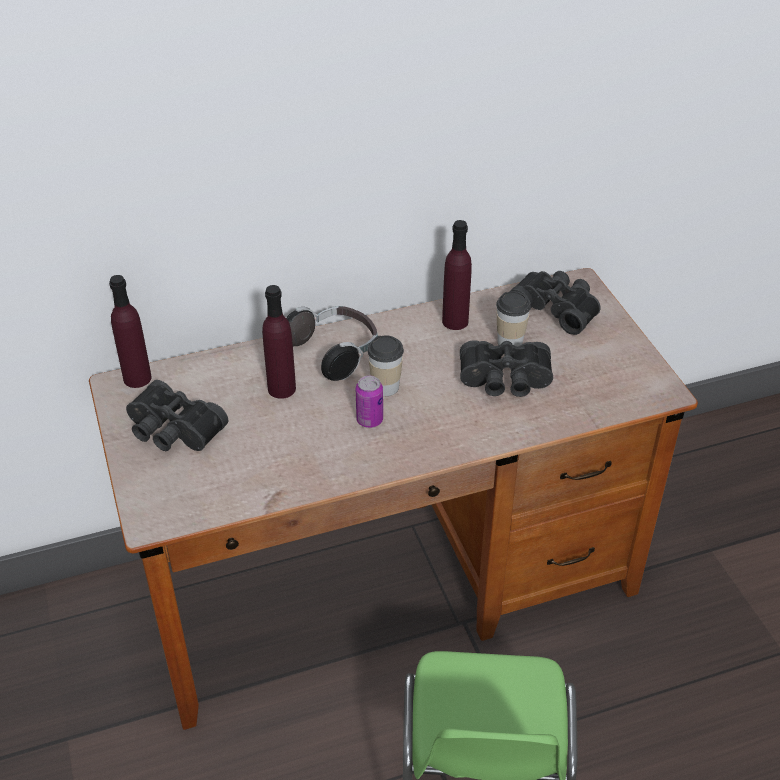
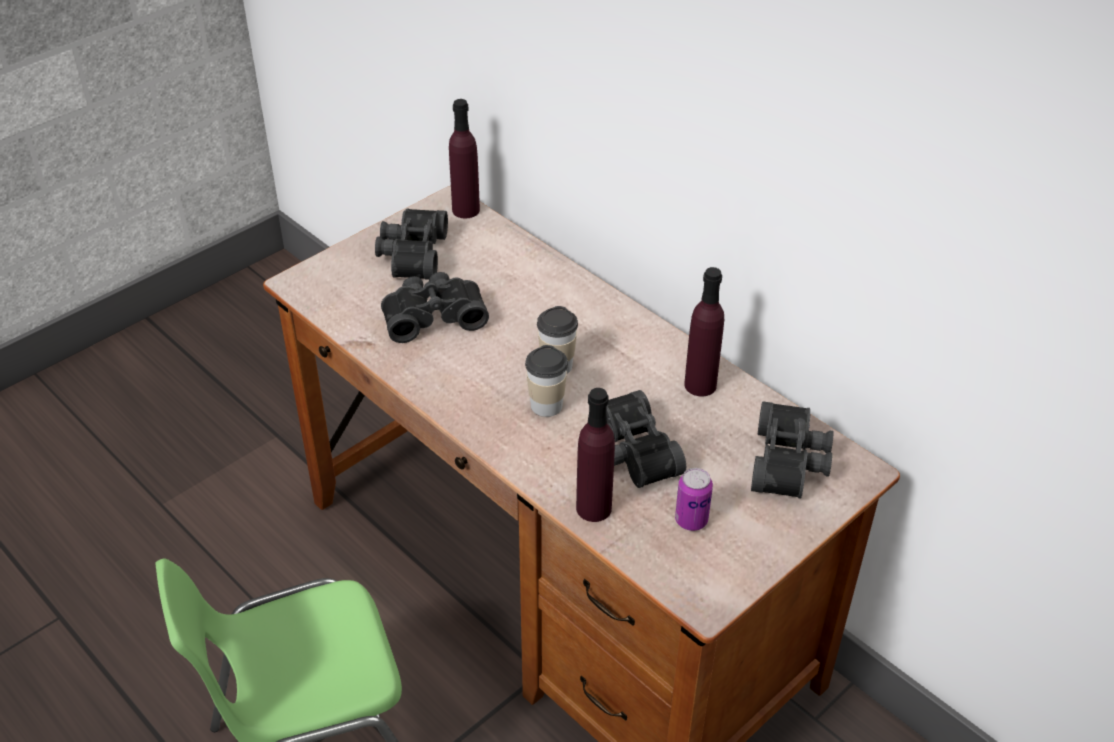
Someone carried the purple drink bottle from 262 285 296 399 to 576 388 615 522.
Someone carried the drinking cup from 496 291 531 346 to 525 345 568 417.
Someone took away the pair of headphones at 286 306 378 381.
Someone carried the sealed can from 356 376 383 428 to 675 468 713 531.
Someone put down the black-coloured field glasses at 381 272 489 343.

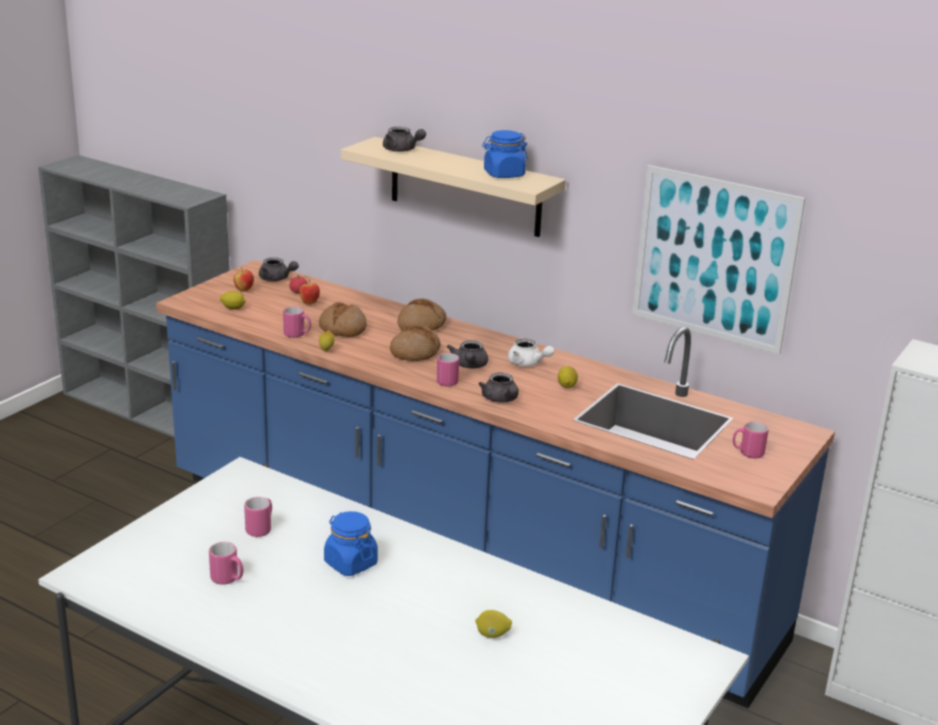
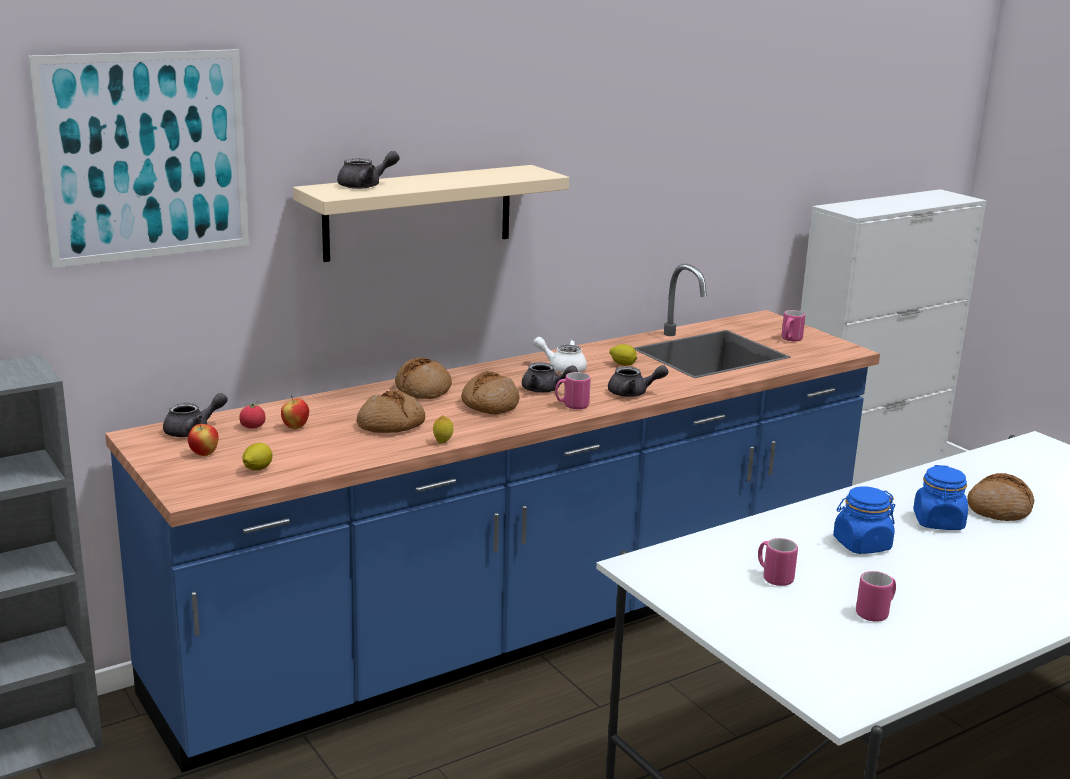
Someone carried the bluish storage jar from 482 130 528 178 to 913 465 968 530.
Someone carried the picture from 632 165 805 354 to 28 49 249 268.
Someone took away the pink-coloured mug at 283 307 311 338.
Someone rotated the whitish tea pot at 508 339 554 367 by 135 degrees counterclockwise.
Someone swapped the citrus fruit at 475 610 512 638 for the baked bread at 967 473 1035 521.

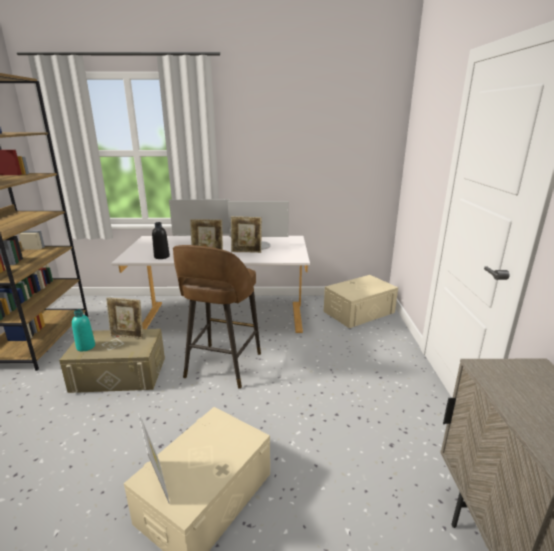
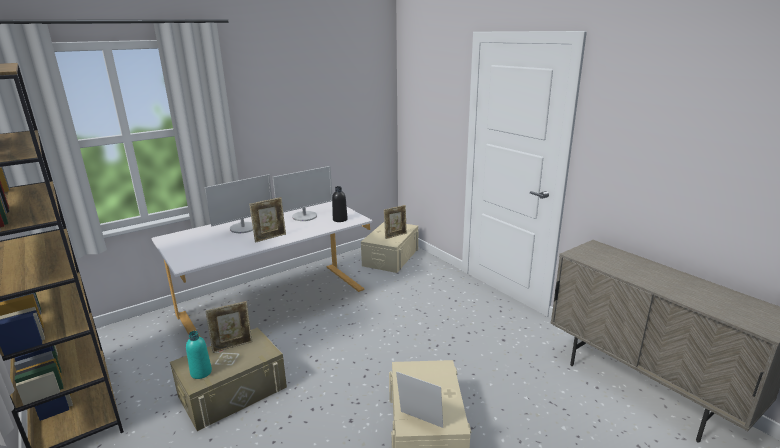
Someone carried the picture frame from 231 216 262 253 to 384 205 407 239.
Someone carried the black-coloured drink bottle from 152 222 170 259 to 332 186 348 222.
Someone took away the brown stool at 173 245 261 389.

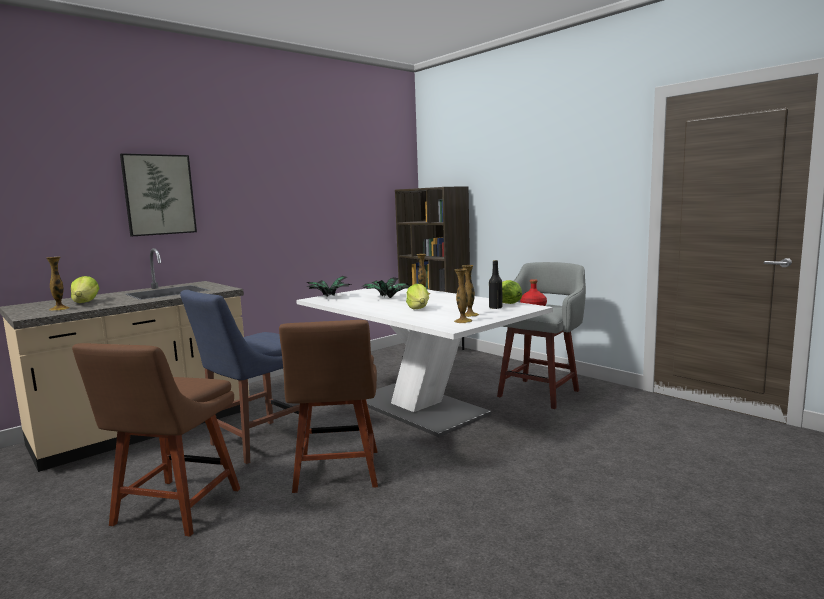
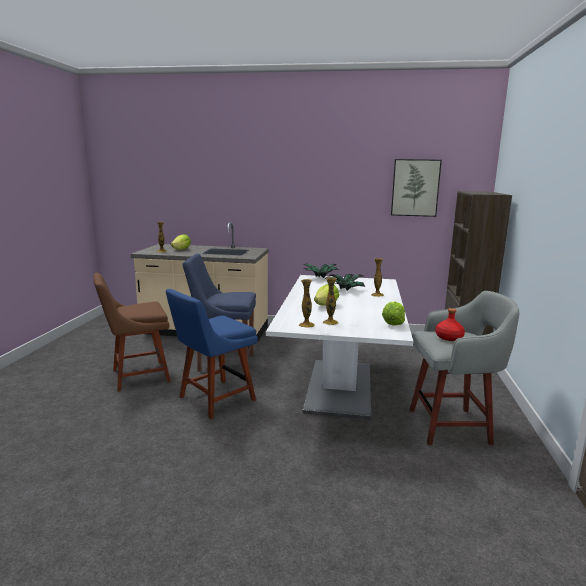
Someone carried the picture from 120 153 197 236 to 391 159 442 217.
Someone took away the black-coloured drink bottle at 489 260 502 309.
Someone repainted the brown chair at 279 320 378 493, which became the bluish chair at 166 289 258 419.

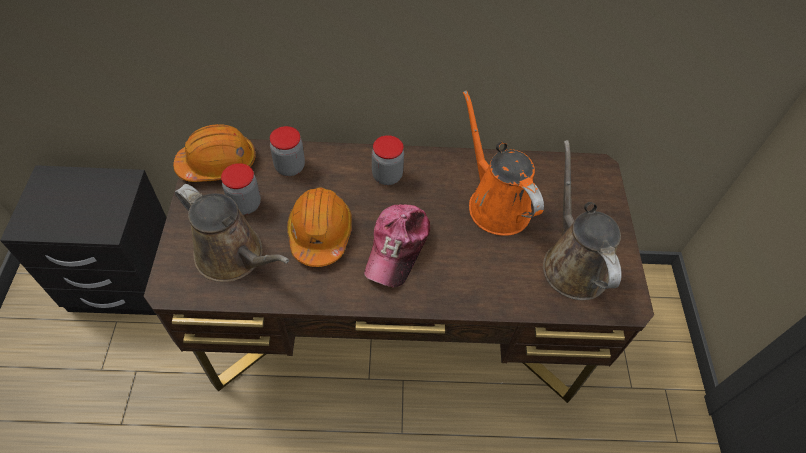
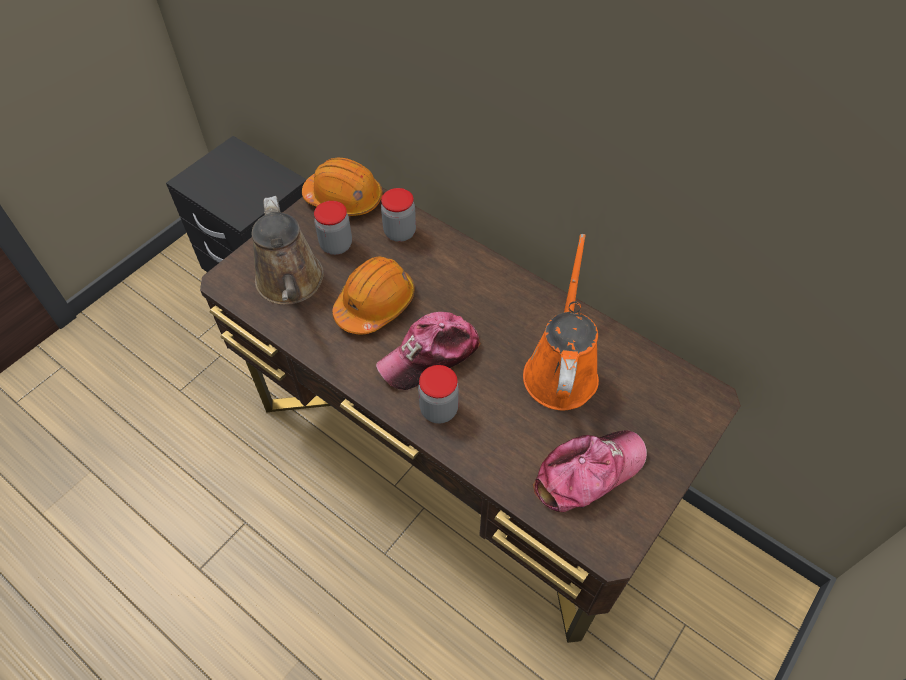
Someone carried the storage jar from 372 135 404 185 to 418 365 459 424.
Someone swapped the brown watering can at 543 140 622 300 for the peaked cap at 533 430 647 512.

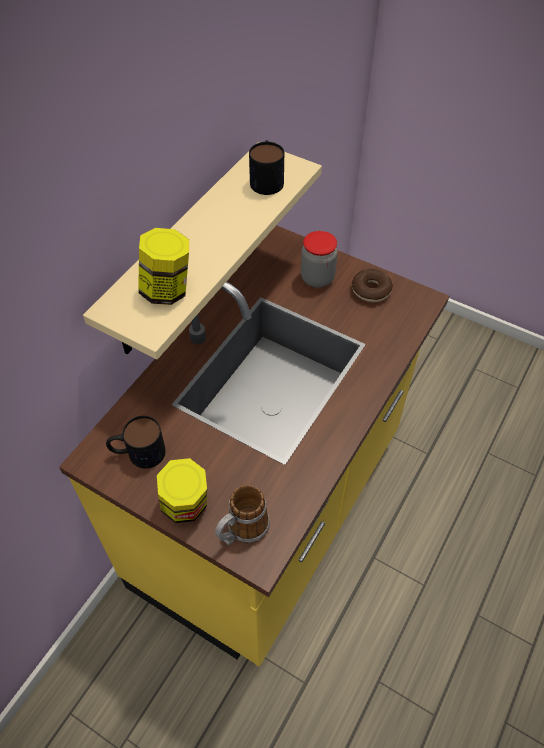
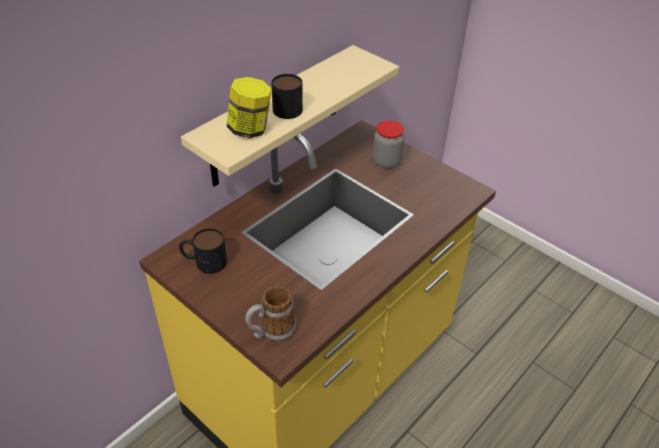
Someone carried the mug from 249 140 284 195 to 272 74 303 119.
Someone took away the donut at 352 269 393 302.
Someone took away the storage jar at 157 458 207 523.

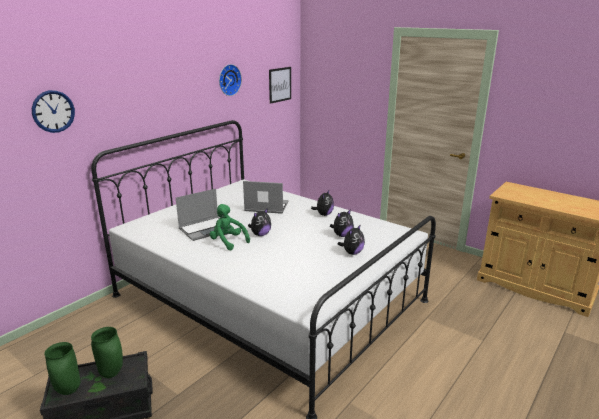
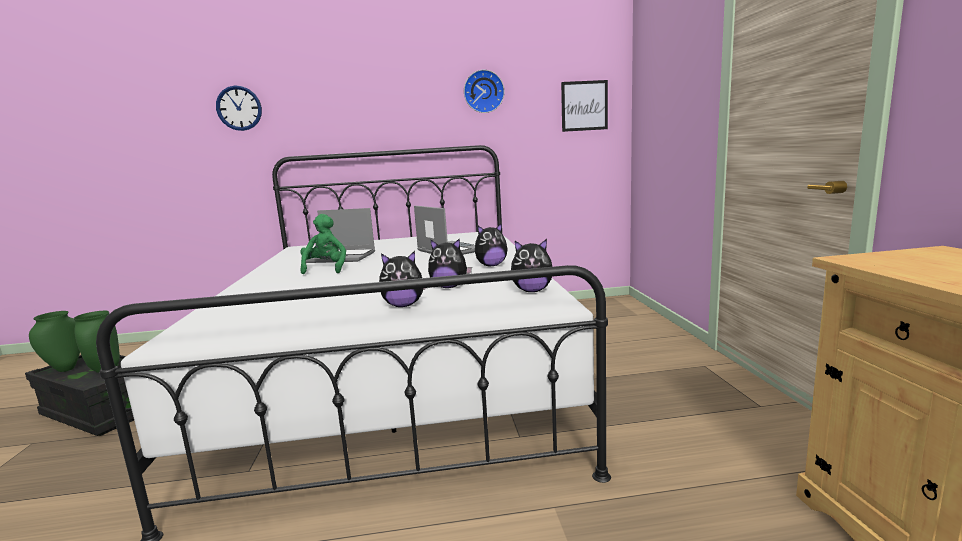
Someone carried the plush toy from 248 209 271 236 to 511 239 552 292.

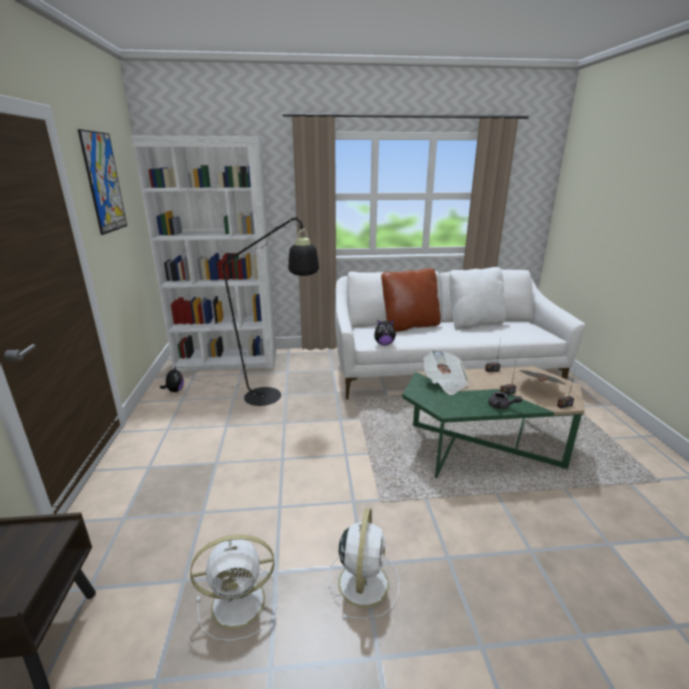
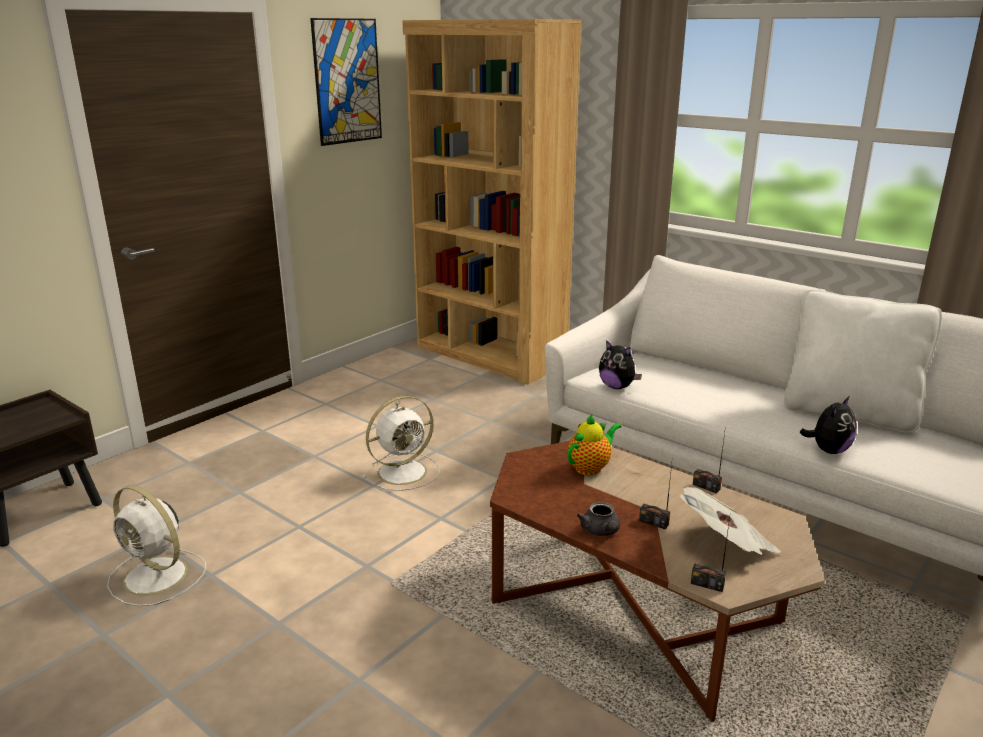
Someone repainted the whitish bookshelf at 131 136 276 372, which became the brown bookshelf at 402 19 582 384.
Someone took away the black-coloured standard lamp at 186 215 319 406.
Someone took away the brown throw pillow at 381 268 441 332.
Someone swapped the newspaper at 423 349 469 395 for the tea pot at 568 414 622 475.
Someone carried the plush toy from 160 366 184 392 to 800 396 857 454.
Someone repainted the green-coloured low table at 402 366 585 478, which became the brown low table at 490 441 825 722.
Someone carried the whitish fan from 328 508 399 619 to 362 396 440 491.

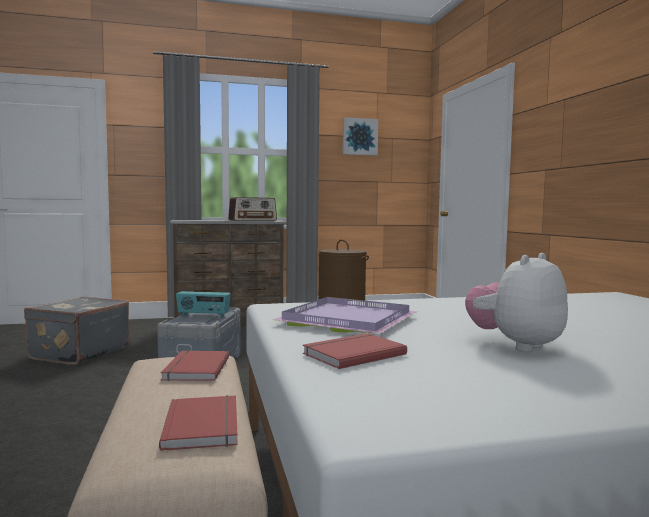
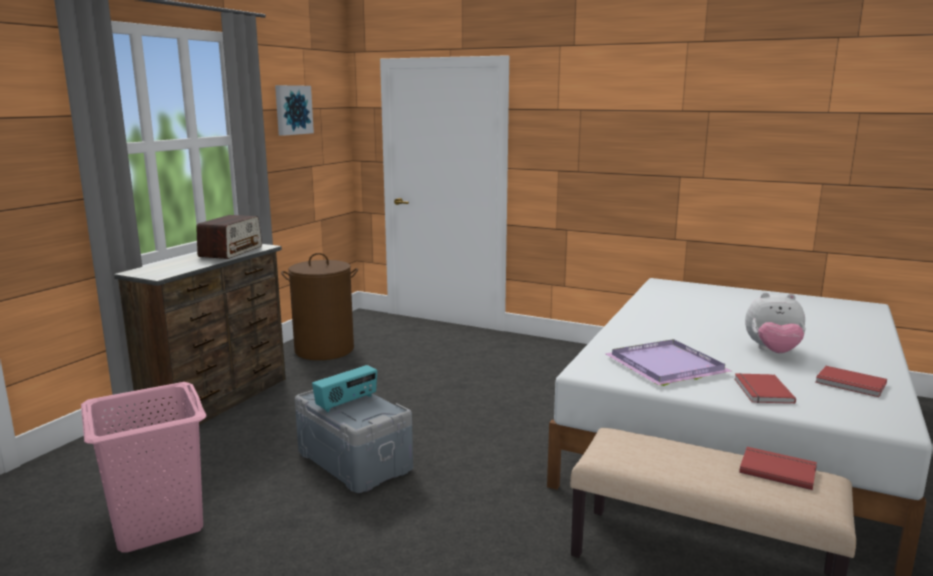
Someone rotated the plush toy at 465 253 568 352 by 75 degrees counterclockwise.
Someone swapped the grey suitcase at 24 296 129 365 for the pink-coloured washing basket at 81 382 207 553.
Someone carried the red-coloured volume from 161 350 229 381 to 815 366 887 397.

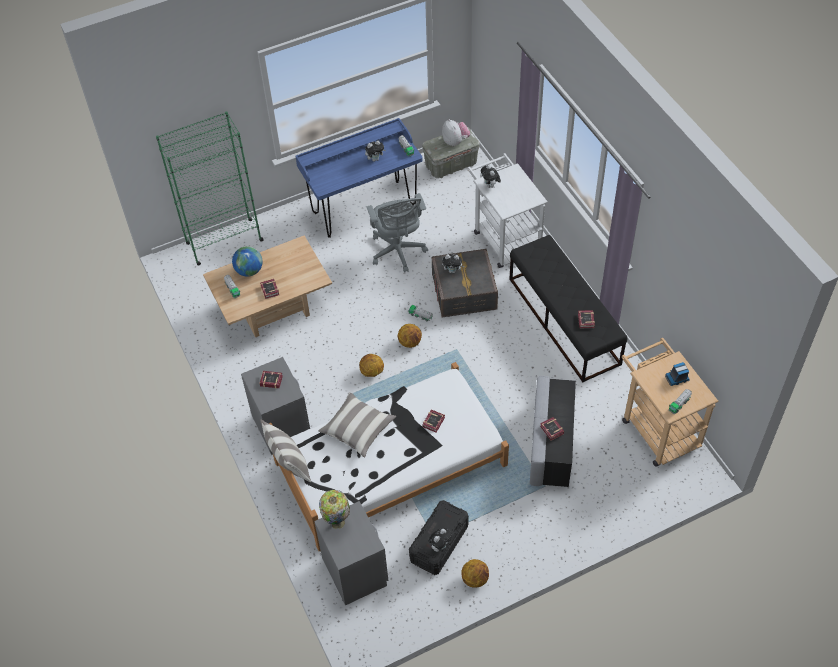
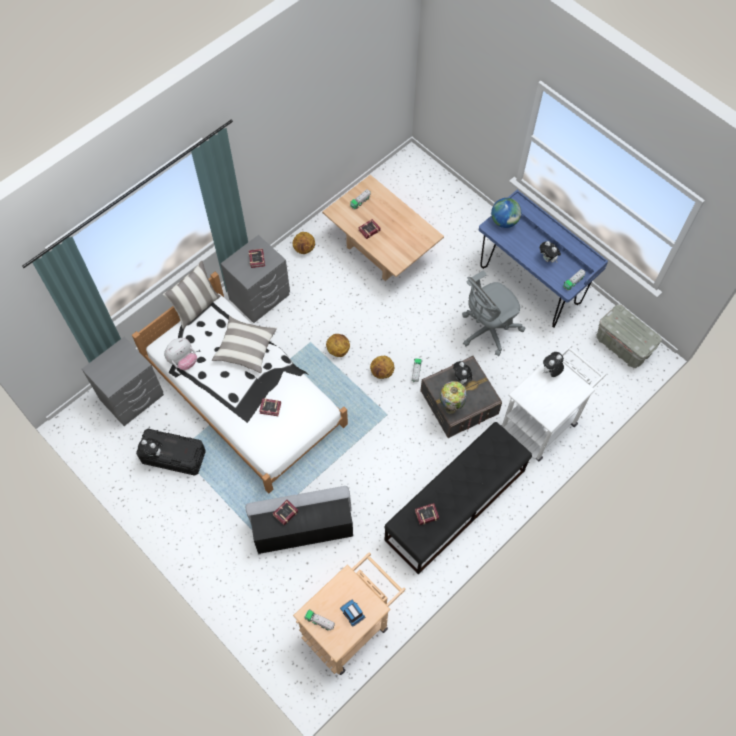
Someone took away the green-coloured bookshelf at 156 111 264 266.
Someone carried the plush toy from 442 119 470 146 to 164 338 197 370.
Someone carried the world globe from 232 246 263 277 to 491 198 521 228.
Someone carried the table lamp from 319 490 350 529 to 440 381 467 414.
Someone carried the ball for basketball from 461 559 489 588 to 293 232 315 254.

